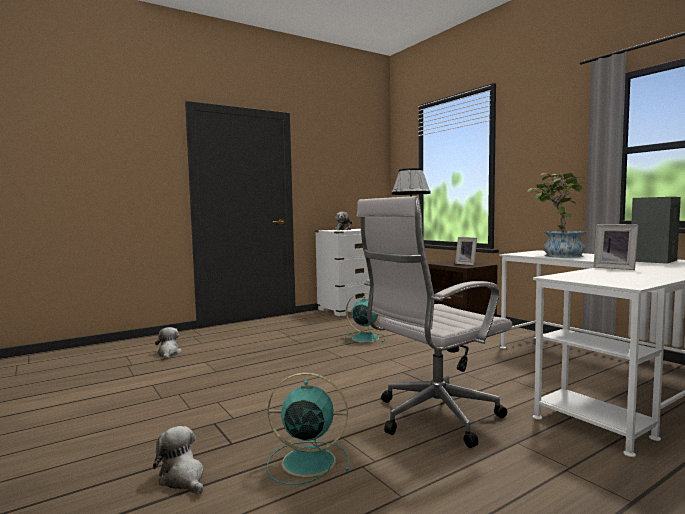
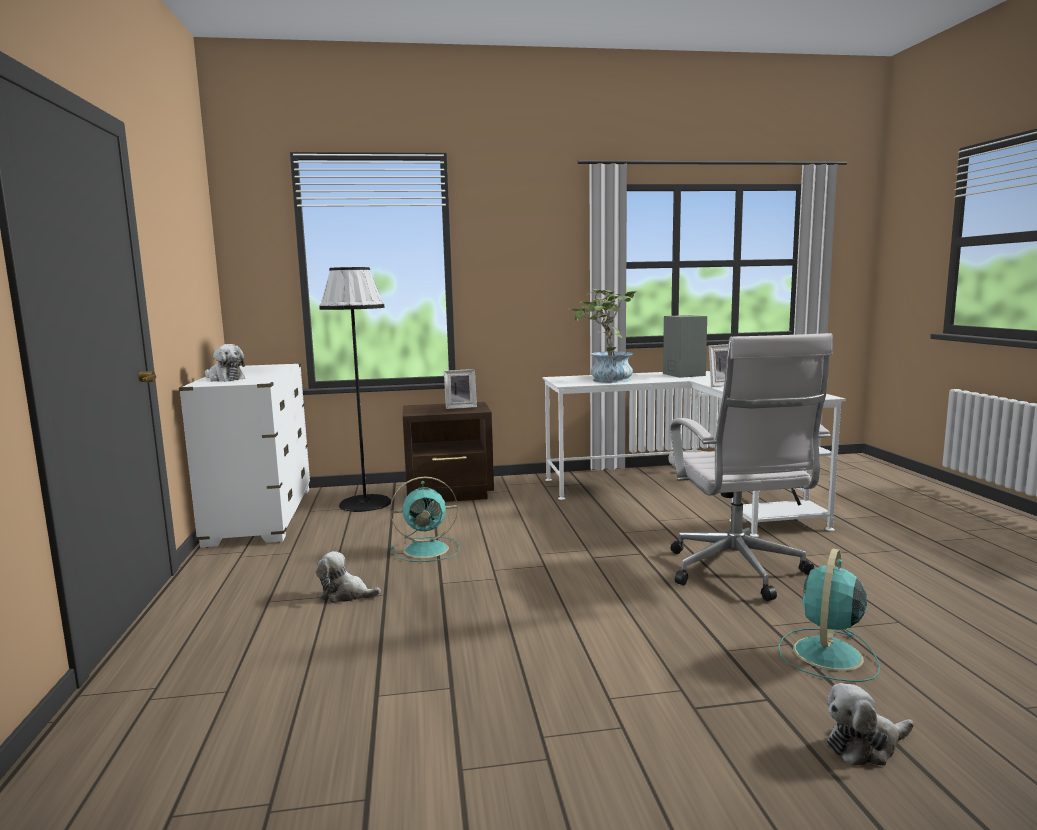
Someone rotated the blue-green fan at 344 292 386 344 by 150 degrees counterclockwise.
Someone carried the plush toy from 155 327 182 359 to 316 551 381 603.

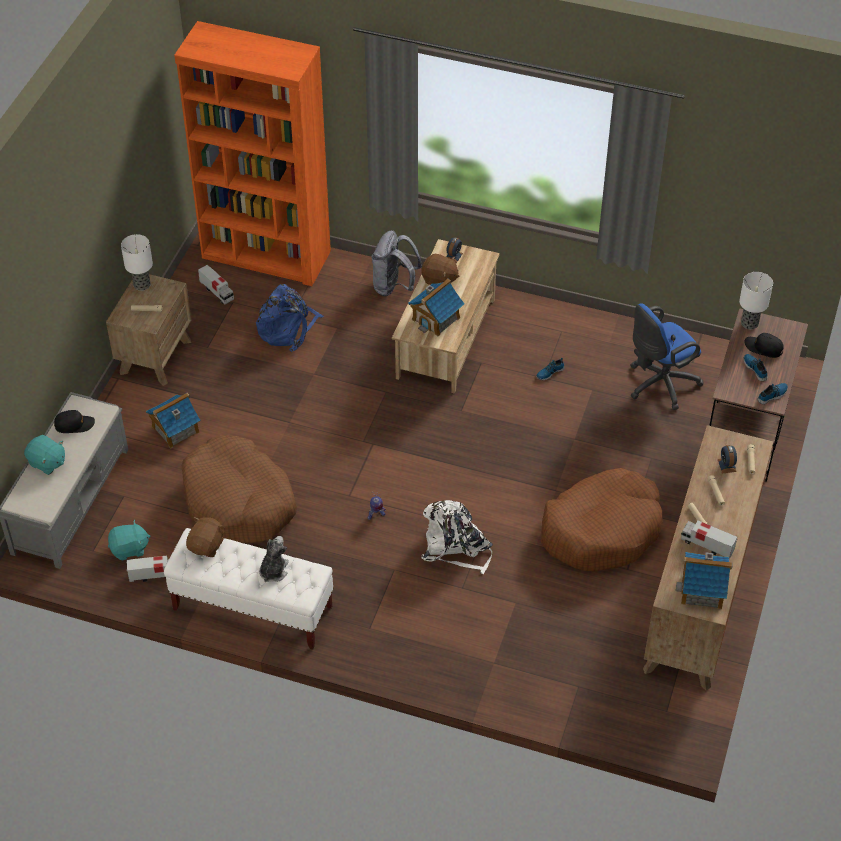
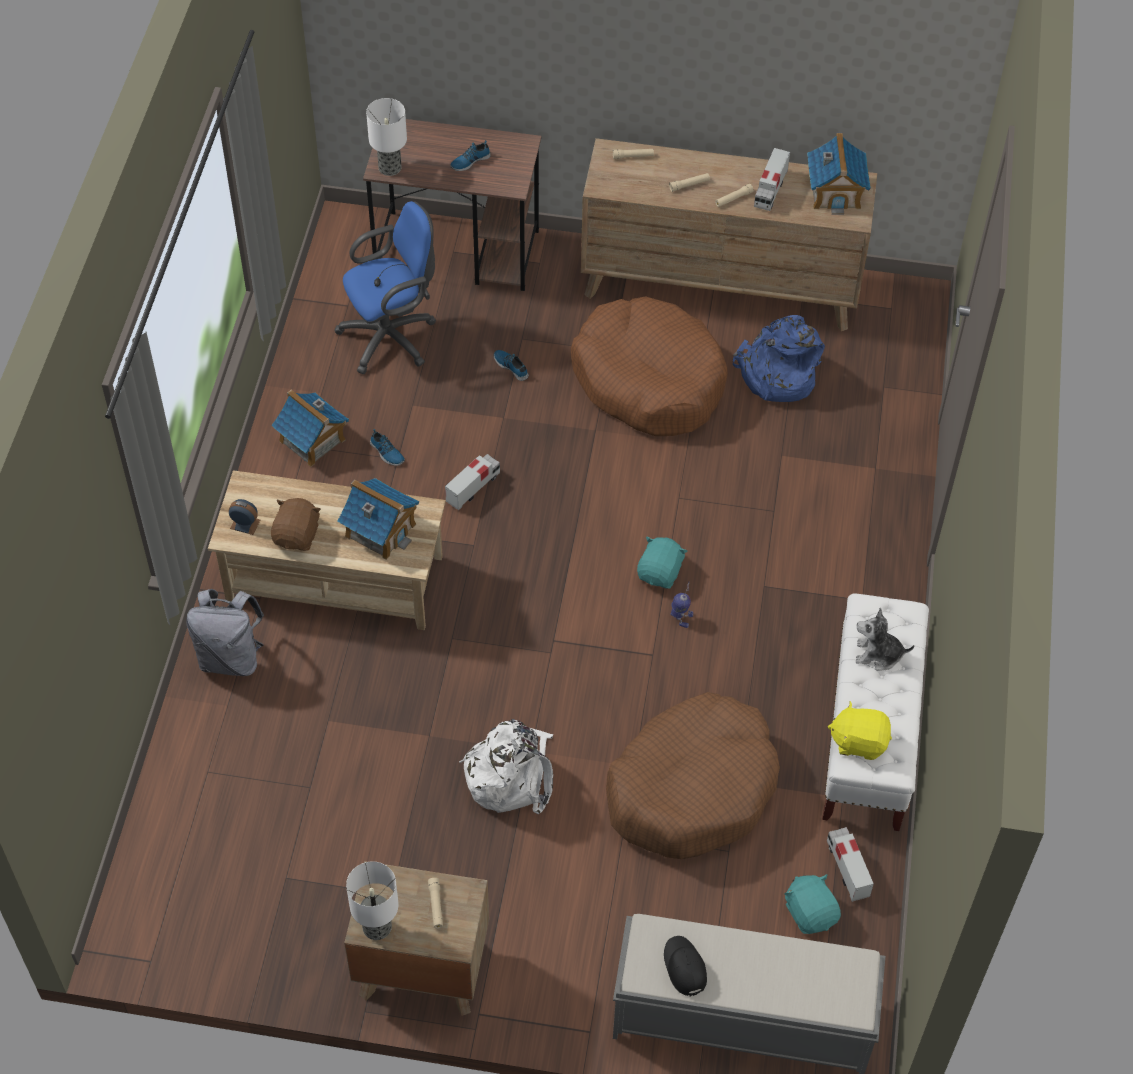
Someone took away the orangey bookshelf at 174 21 331 286.
Someone carried the toy lorry from 198 265 234 305 to 445 454 500 510.
Someone carried the bluish backpack from 256 284 323 352 to 733 315 825 402.
Someone rotated the bluish computer chair at 631 303 703 410 by 75 degrees counterclockwise.
Someone took away the black-coloured peaked cap at 744 333 784 358.
Someone carried the shoe from 757 383 788 404 to 494 350 529 381.
Someone carried the toy house from 146 393 200 448 to 271 390 349 467.
Someone carried the blue-green plush toy from 24 435 65 475 to 637 537 687 589.
Someone took away the bedside clock at 717 445 737 474.
Someone carried the whitish backpack from 421 500 493 574 to 459 719 553 814.
Someone repainted the brown plush toy at 186 517 225 557, which became the yellow-coloured plush toy at 828 701 892 760.

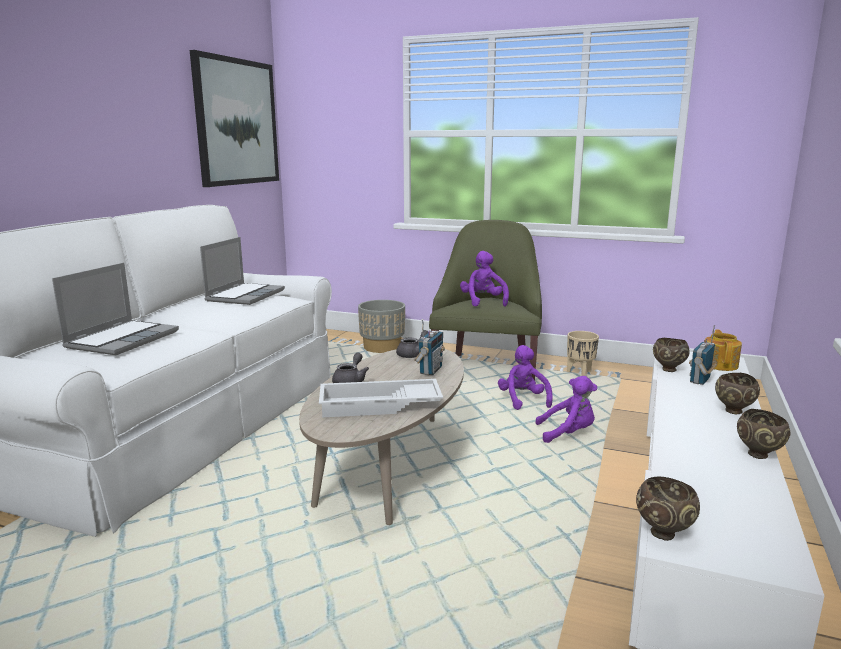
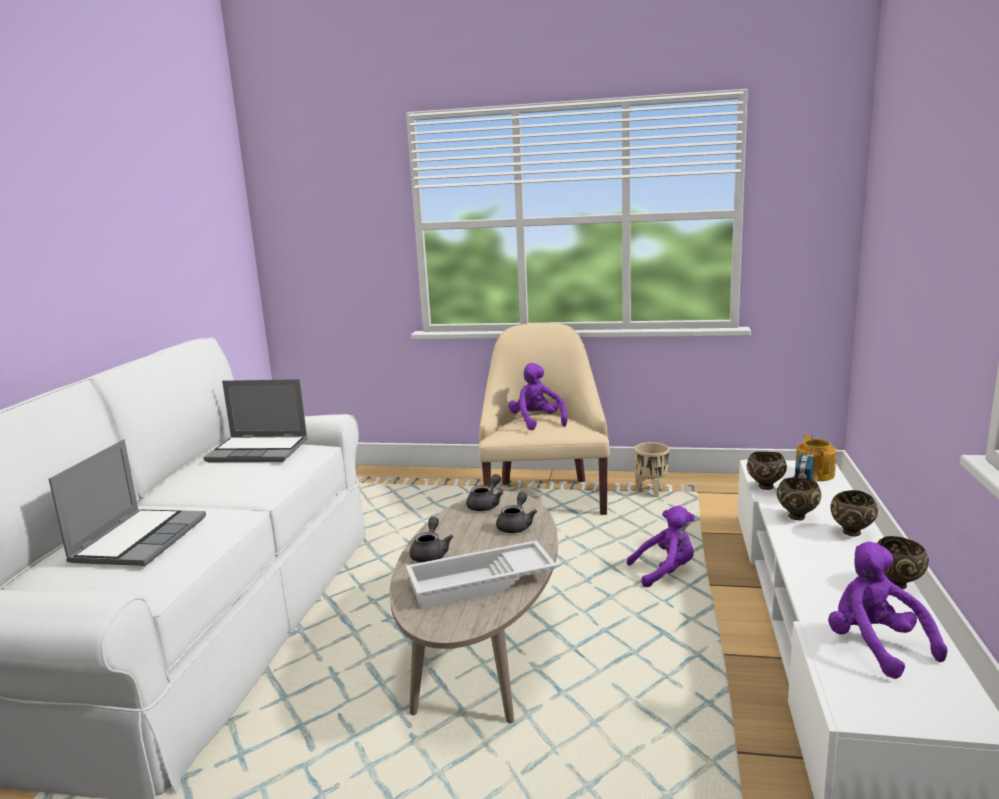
Someone took away the picture at 190 50 279 187.
Someone repainted the green-coloured easy chair at 429 220 542 381, which became the beige-coloured easy chair at 479 323 610 515.
Someone rotated the portable computer at 200 237 285 305 by 90 degrees clockwise.
Someone took away the grey planter at 358 300 405 353.
Someone swapped the radio at 414 319 445 375 for the grey tea pot at 496 492 537 533.
Someone carried the purple plush toy from 498 345 552 410 to 828 542 948 679.
Someone carried the brown deep dish from 636 476 700 541 to 777 478 821 520.

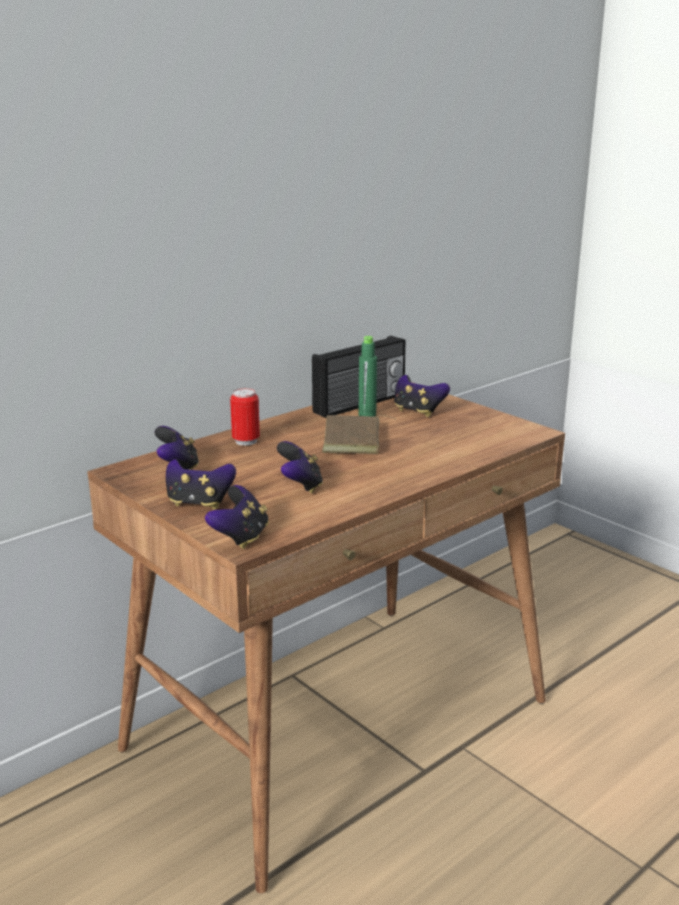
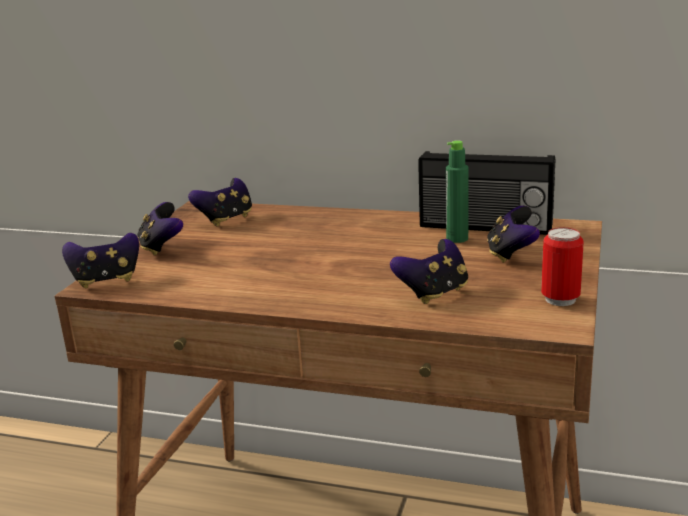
Someone carried the sealed can from 230 388 260 446 to 541 227 584 306.
Someone took away the brown volume at 322 415 395 454.
Someone carried the gamepad from 277 441 323 493 to 390 239 468 304.

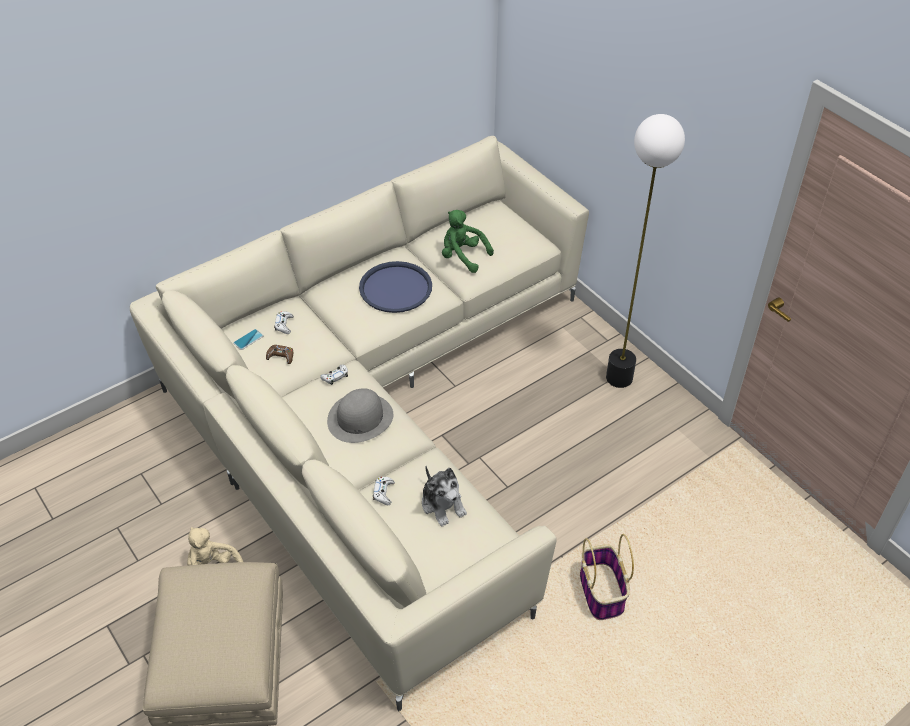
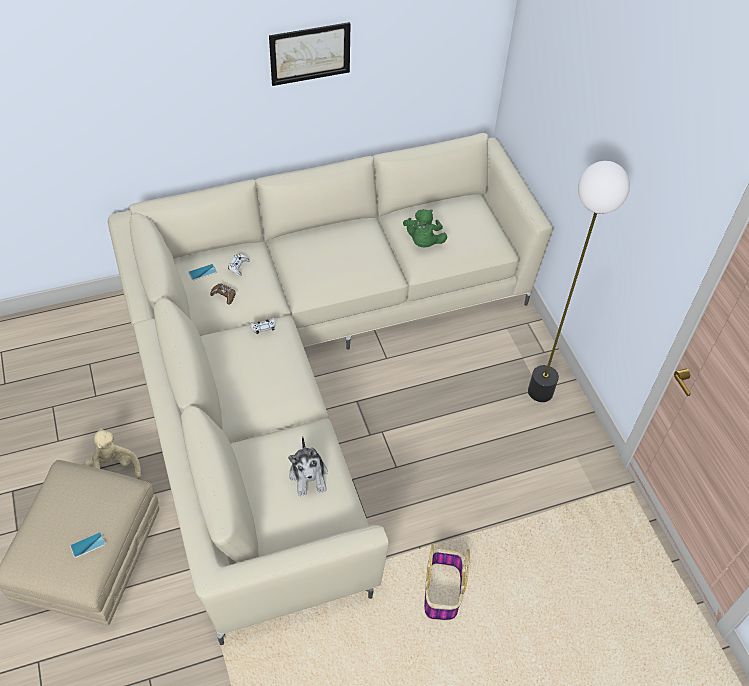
Someone rotated the green-coloured plush toy at 442 210 494 273 by 135 degrees counterclockwise.
Someone took away the bluish carrying tray at 359 261 432 313.
Someone took away the grey wearable hat at 327 388 393 443.
Someone took away the whitish gamepad at 373 477 395 505.
Someone put up the picture at 269 22 351 86.
Someone put down the handset at 70 532 106 558.

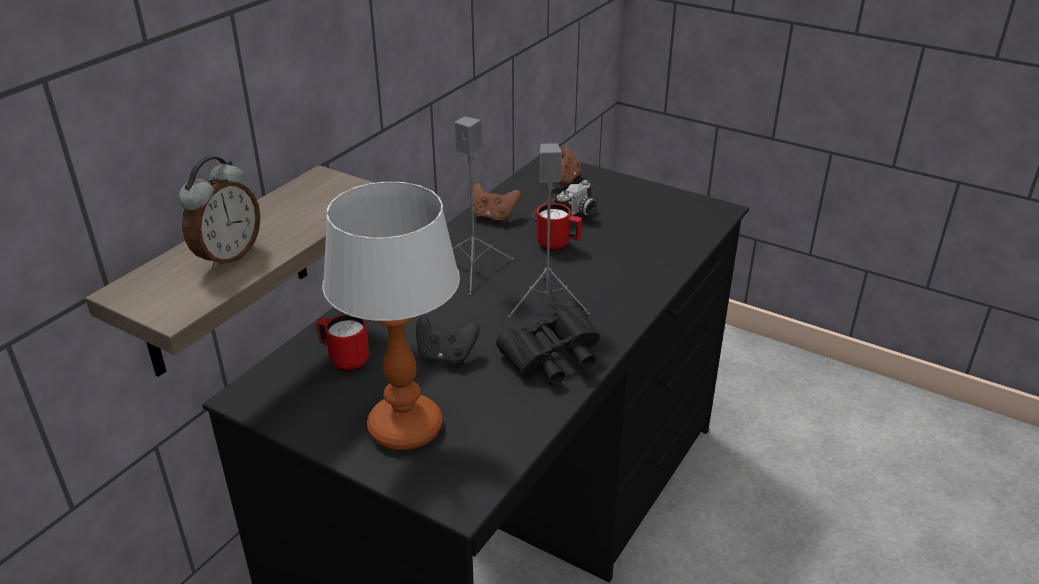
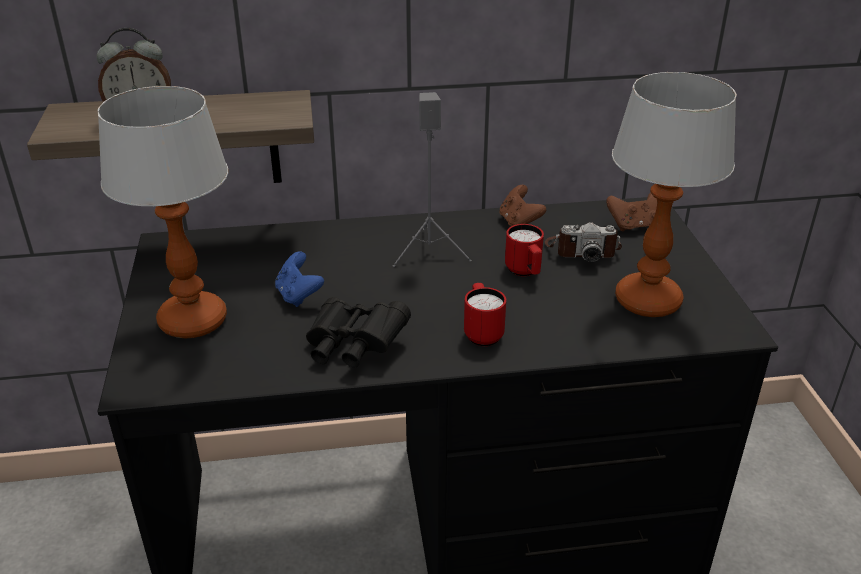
Someone took away the grey speaker at 508 143 590 318.
Someone carried the red-coloured mug from 317 314 369 372 to 464 283 506 346.
Someone repainted the black-coloured gamepad at 416 316 480 364, which became the bluish gamepad at 275 251 324 307.
Someone put down the table lamp at 612 72 737 317.

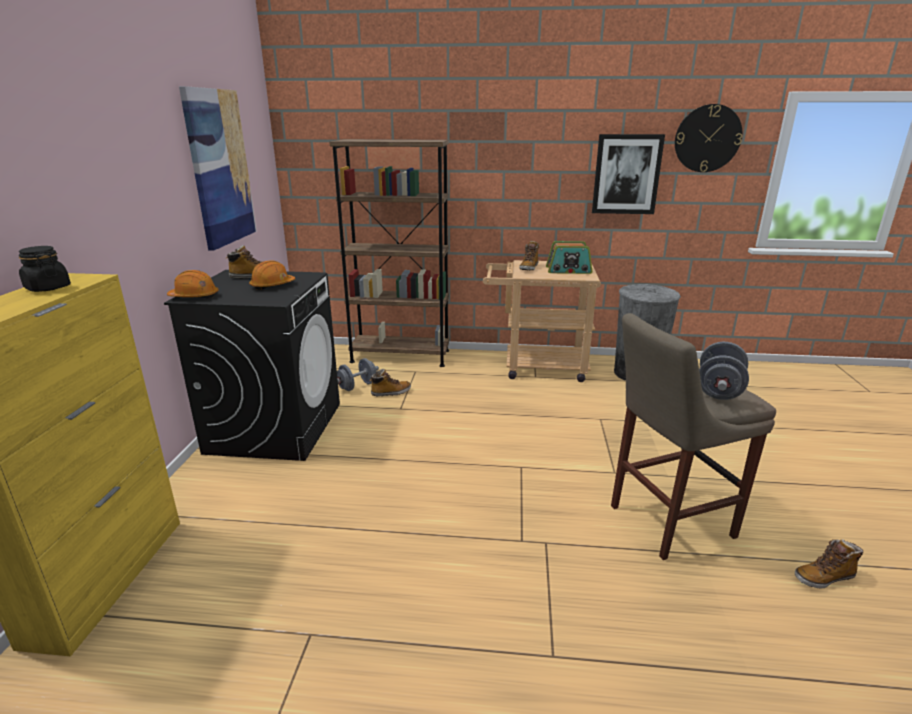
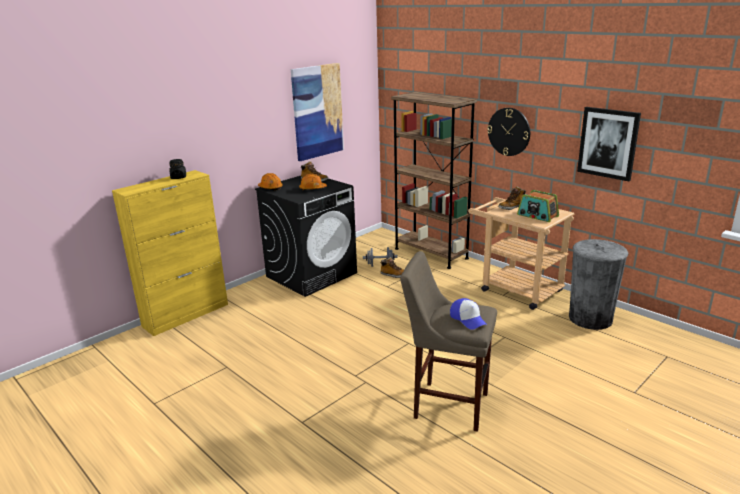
Someone carried the clock on the wall from 675 104 742 172 to 487 108 530 156.
Someone swapped the grey dumbbell at 699 342 749 400 for the peaked cap at 450 298 487 330.
Someone took away the boot at 795 539 864 588.

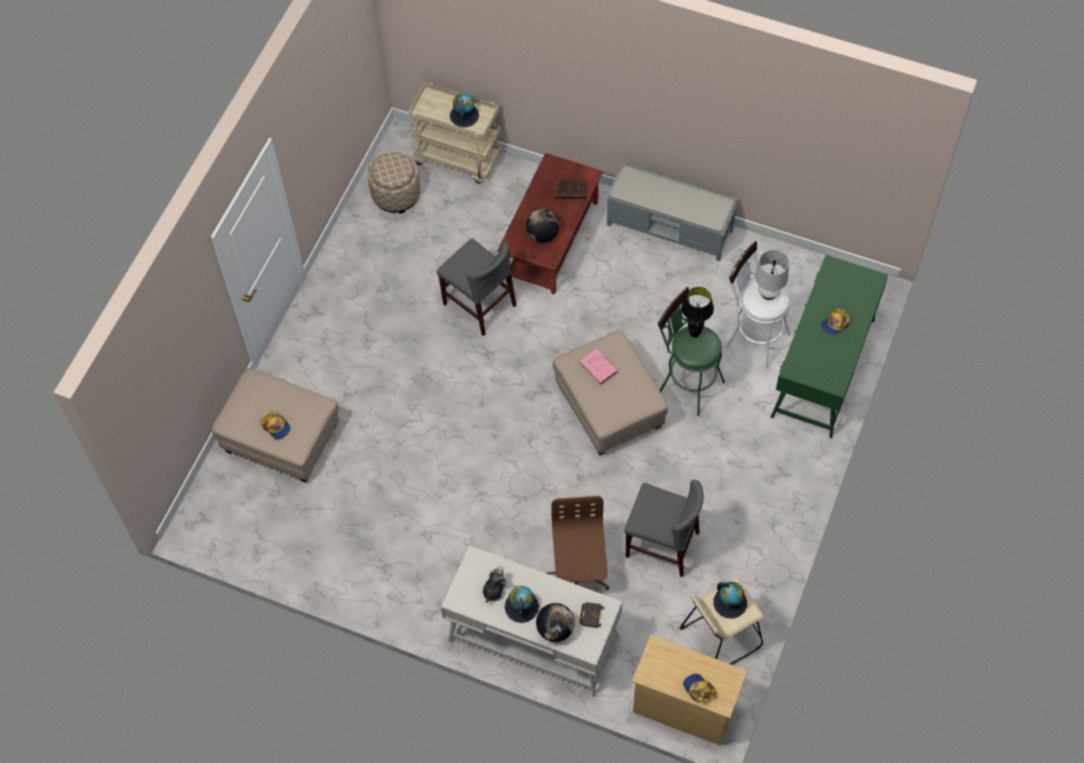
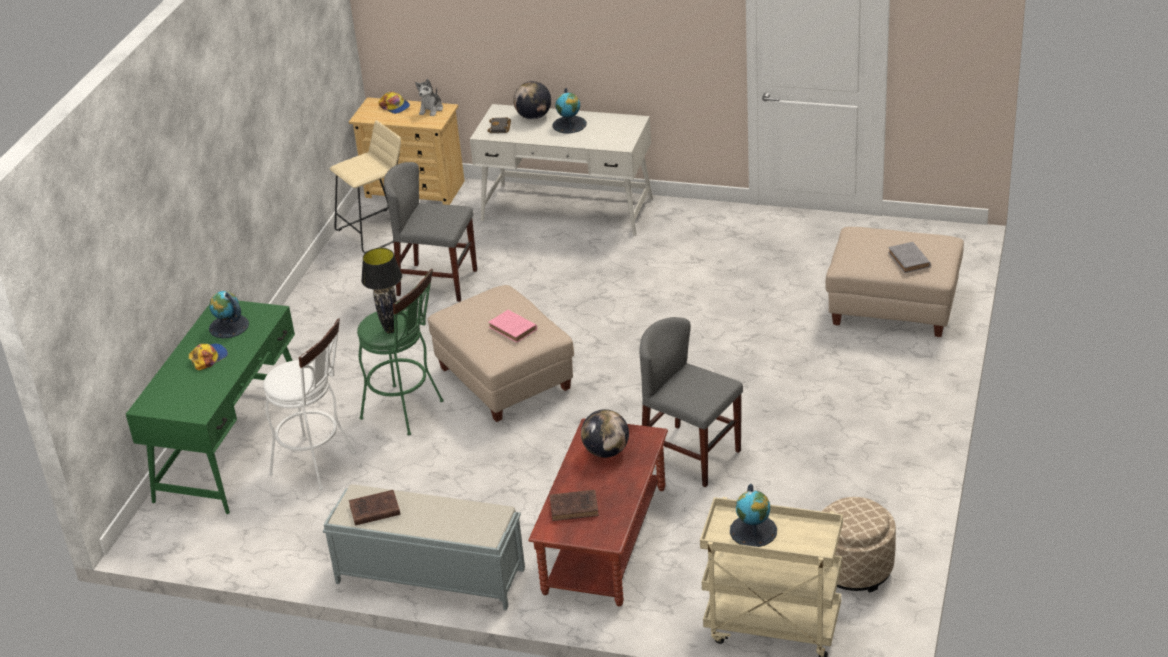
Someone took away the whitish table lamp at 755 250 789 300.
Someone took away the peaked cap at 260 411 291 440.
Someone took away the brown computer chair at 546 496 609 590.
Someone carried the plush toy from 482 566 507 603 to 415 79 443 116.
Someone carried the world globe from 713 582 747 619 to 209 291 249 338.
Someone put down the grey volume at 888 242 931 273.
Someone put down the brown volume at 349 490 401 526.

